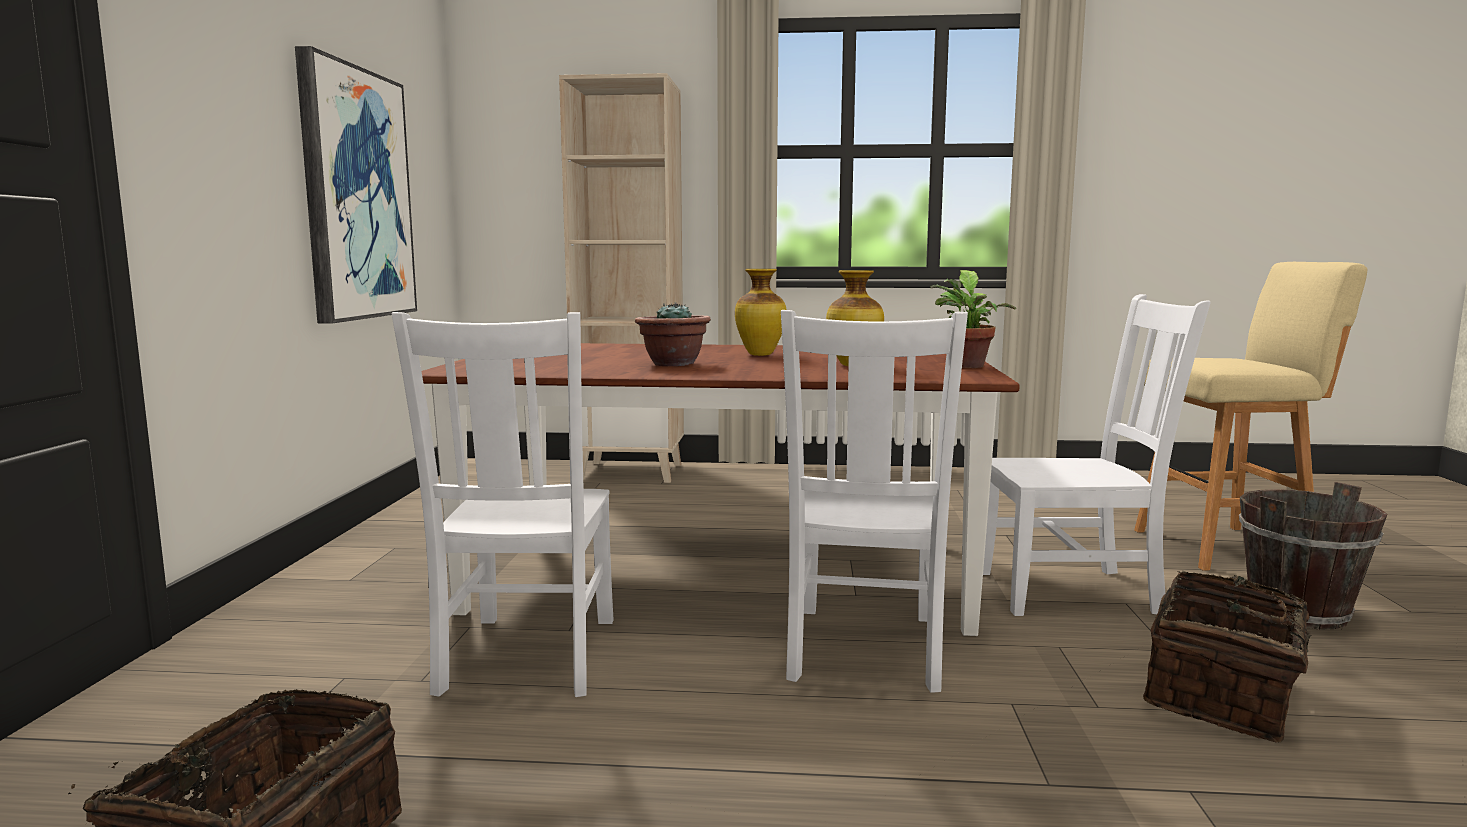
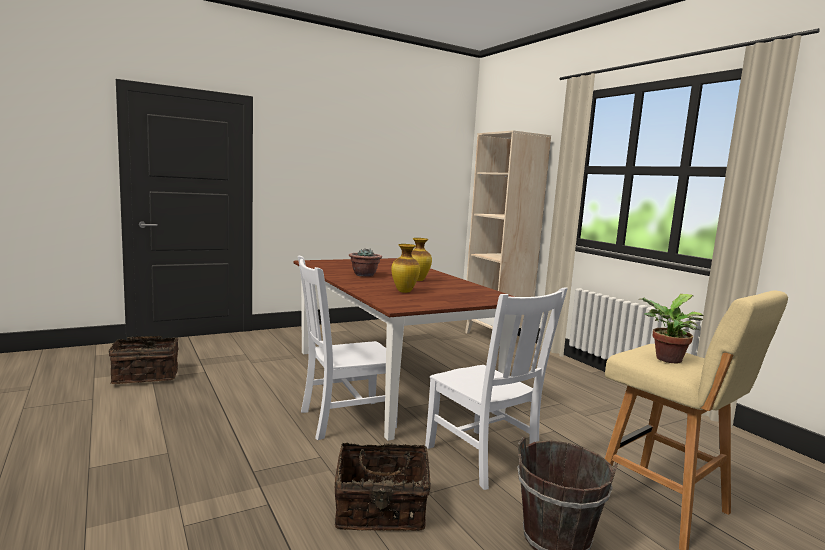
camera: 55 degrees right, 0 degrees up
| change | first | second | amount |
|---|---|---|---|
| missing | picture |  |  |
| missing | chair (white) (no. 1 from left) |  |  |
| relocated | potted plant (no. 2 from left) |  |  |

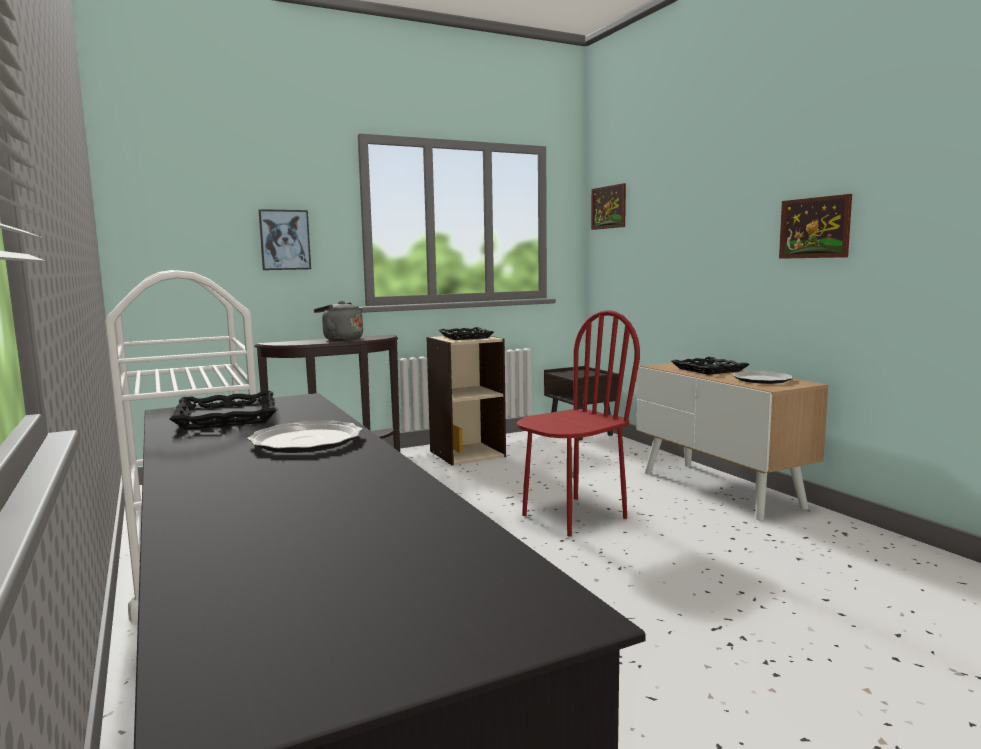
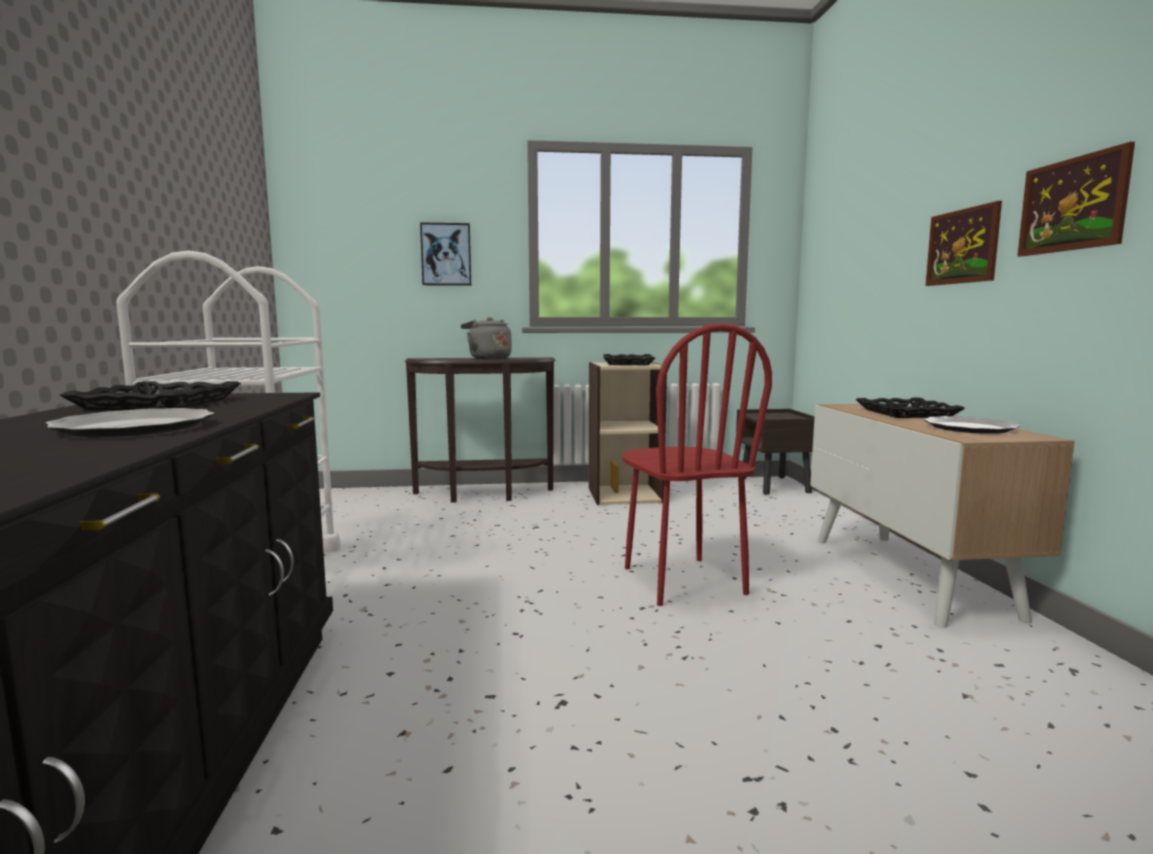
camera: 20 degrees right, 0 degrees up
| change | first | second | amount |
|---|---|---|---|
| relocated | picture (no. 2 from left) |  |  |
| spun | chair (red) |  | 90 degrees clockwise |

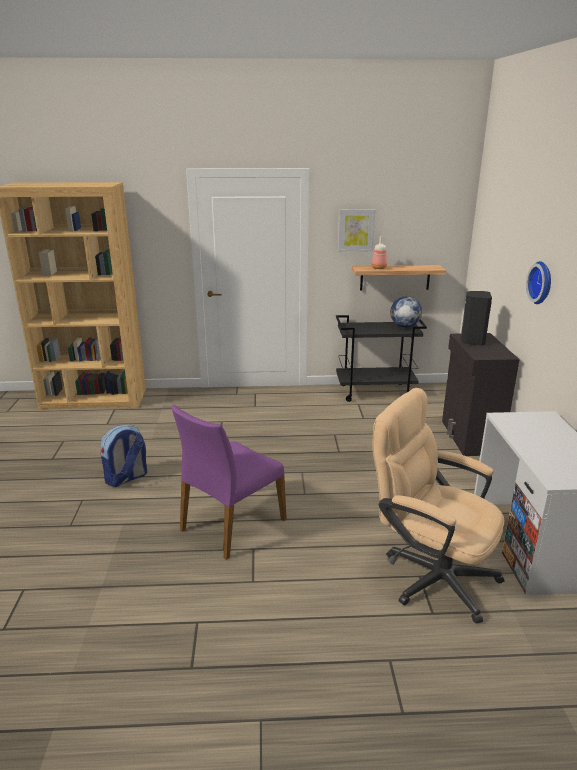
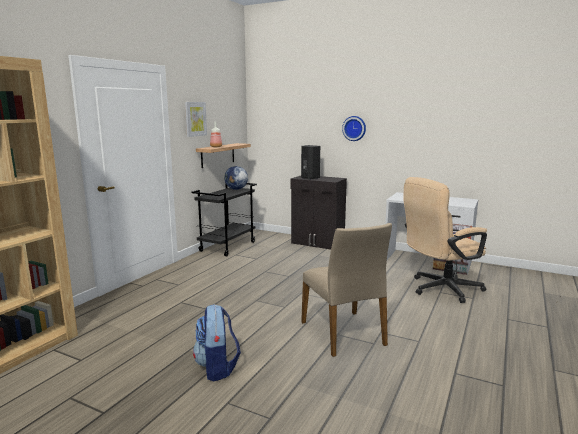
camera: 60 degrees left, 10 degrees down
| change | first | second | amount |
|---|---|---|---|
| colour | chair (purple) | chair (beige) |  |

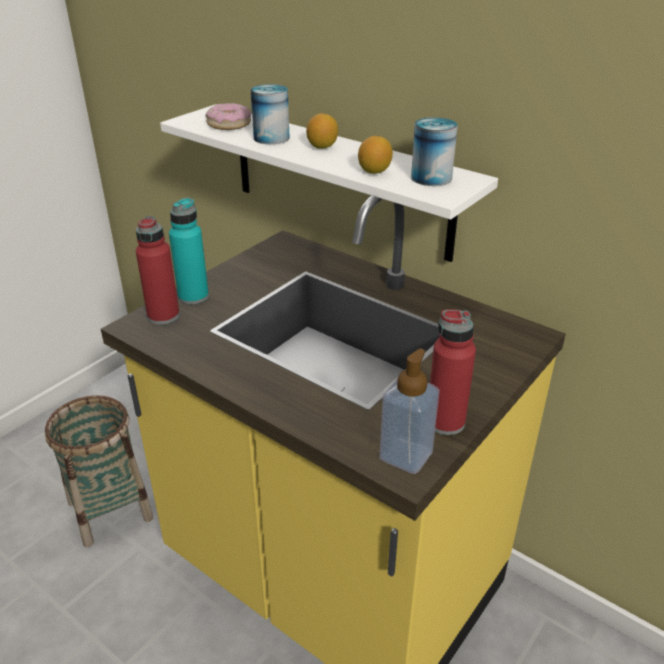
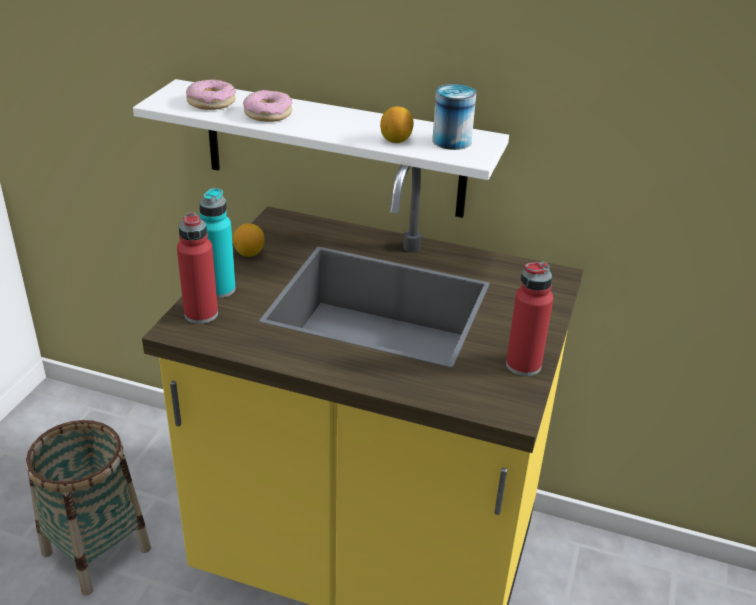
camera: 20 degrees left, 0 degrees up
| change | first | second | amount |
|---|---|---|---|
| missing | soap dispenser |  |  |
| relocated | lemon (no. 1 from left) |  |  |
| exchanged | can (no. 1 from left) | donut (no. 2 from left) |  |

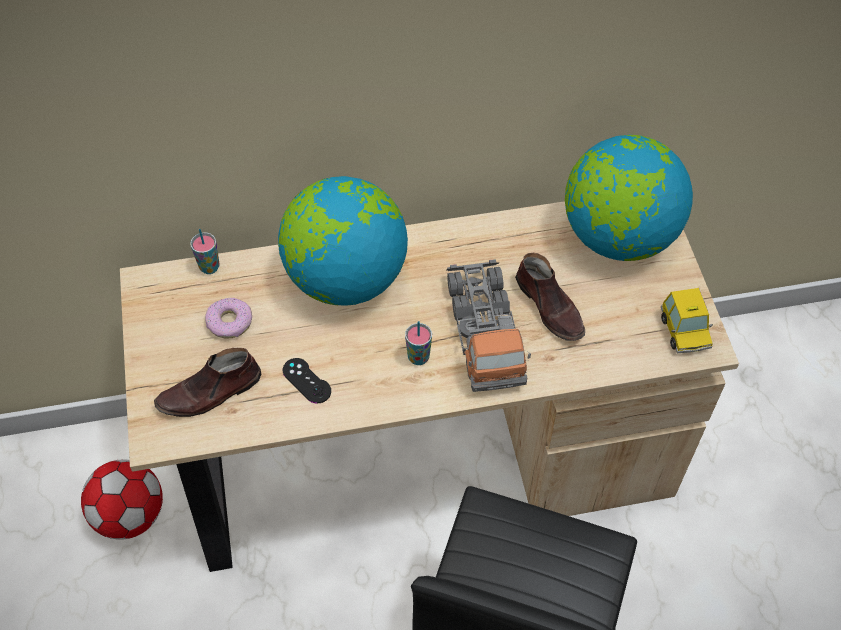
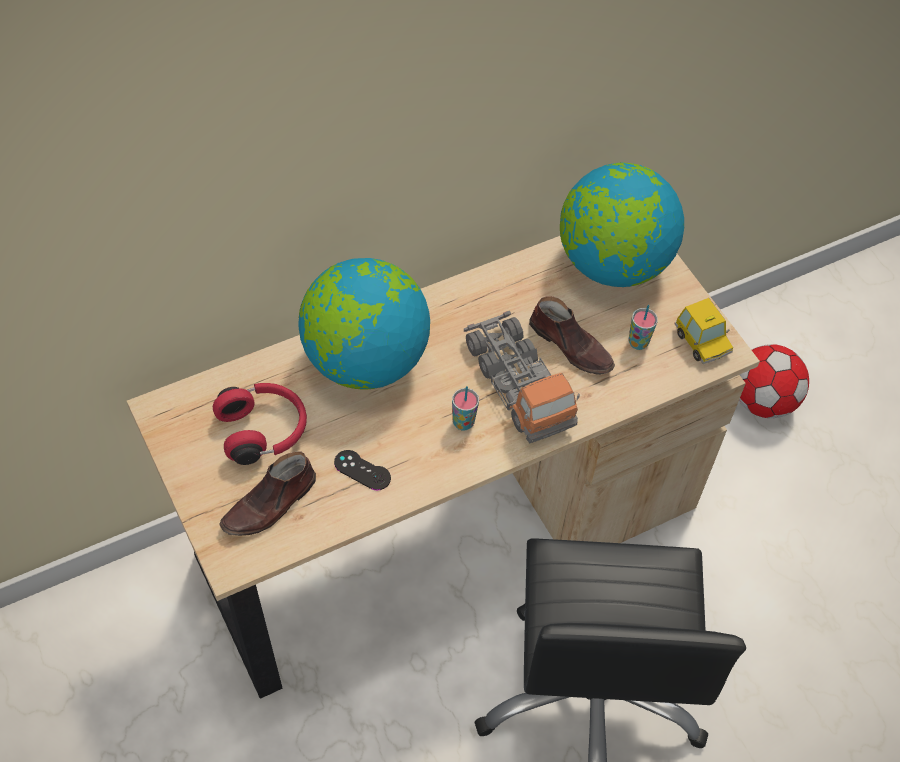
camera: 20 degrees left, 0 degrees up
| change | first | second | amount |
|---|---|---|---|
| relocated | football |  |  |
| relocated | cup (no. 1 from left in the first image) | cup (no. 2 from left) |  |
| exchanged | donut | headphones (red) |  |

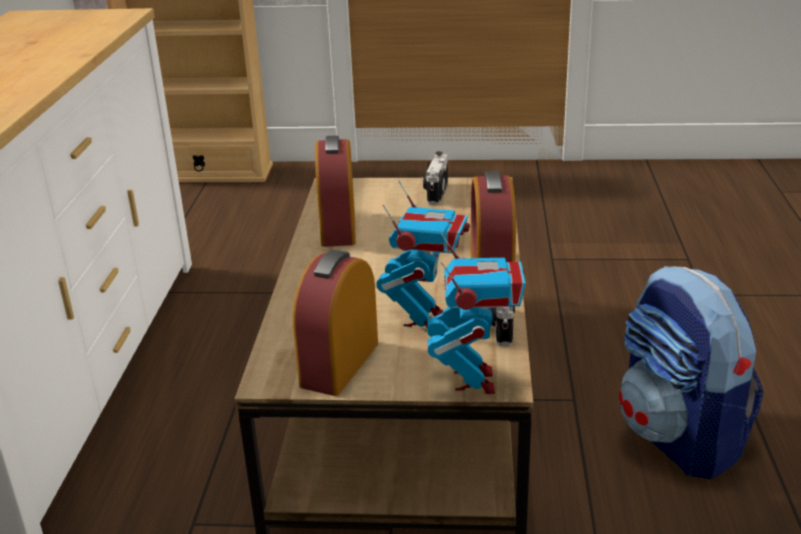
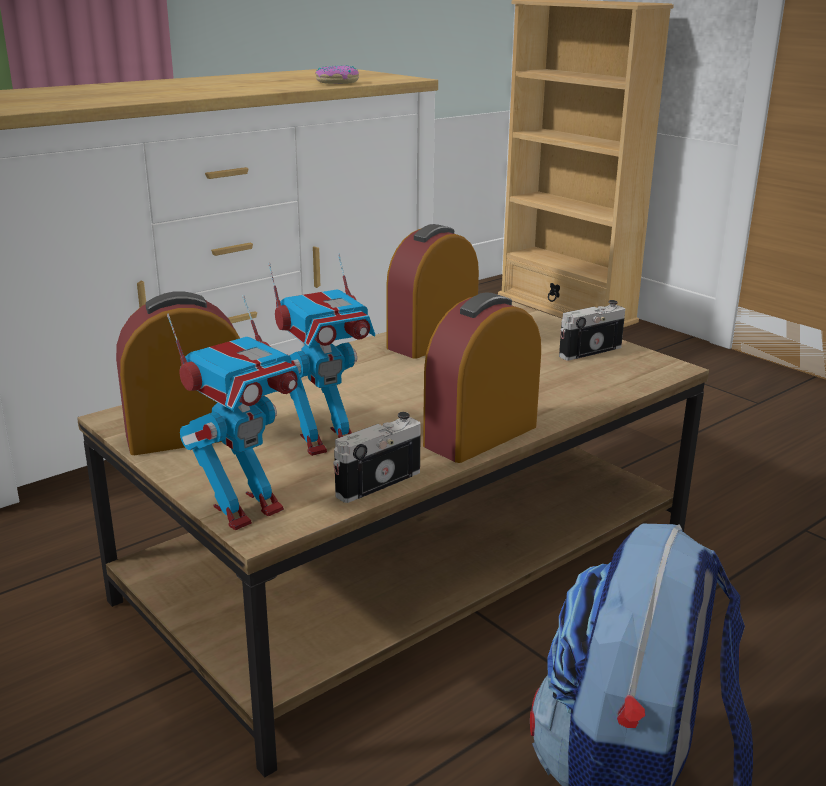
camera: 45 degrees right, 5 degrees down
| change | first | second | amount |
|---|---|---|---|
| appeared |  | donut |  |

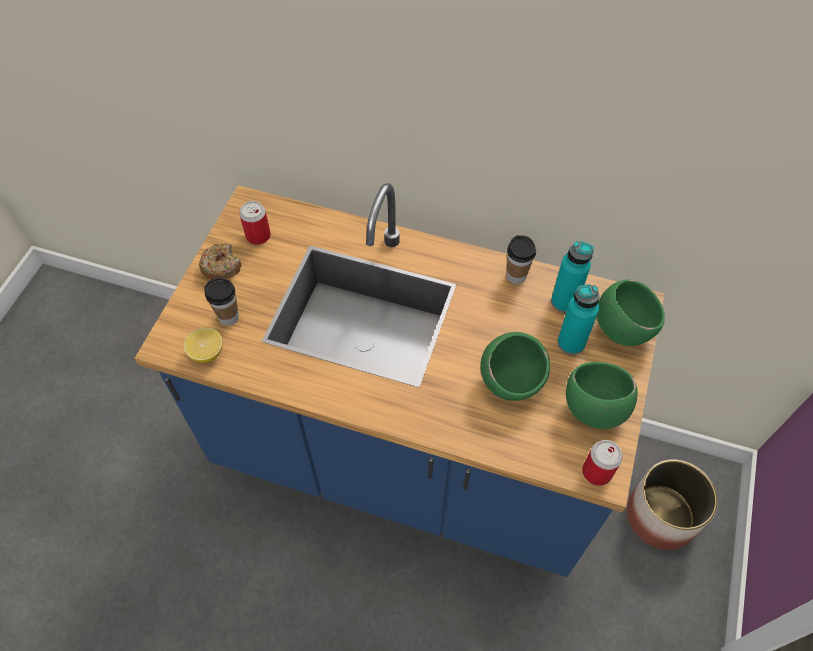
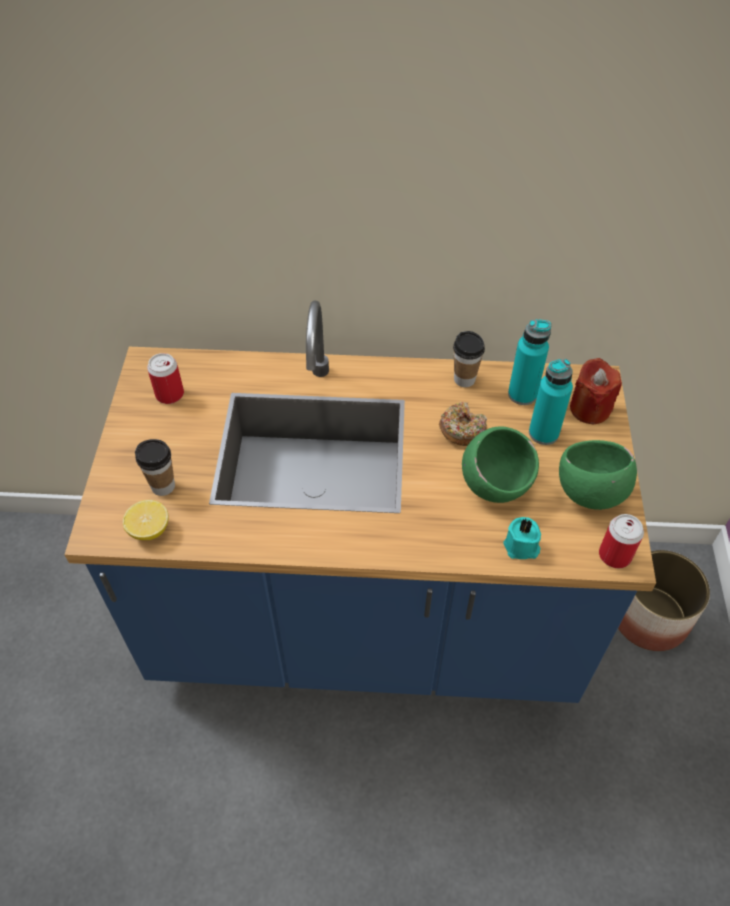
camera: 15 degrees left, 5 degrees down
| change | first | second | amount |
|---|---|---|---|
| appeared |  | candle (turquoise) |  |
| relocated | donut |  |  |
| exchanged | bowl (green) (no. 3 from left) | candle (red) |  |

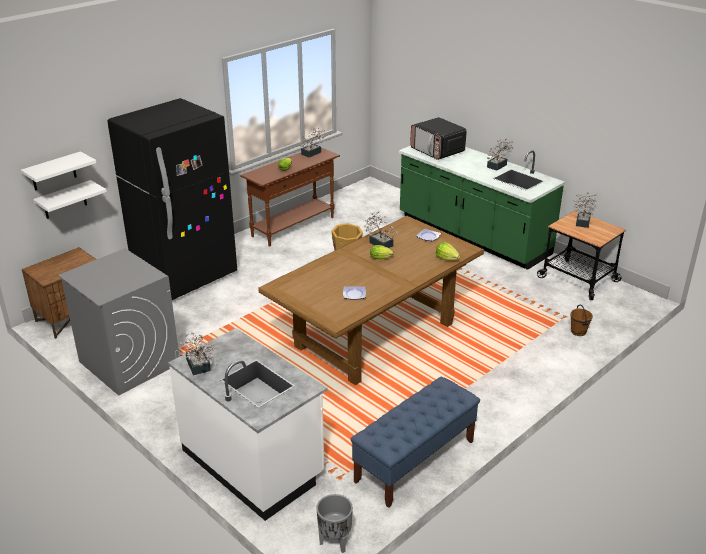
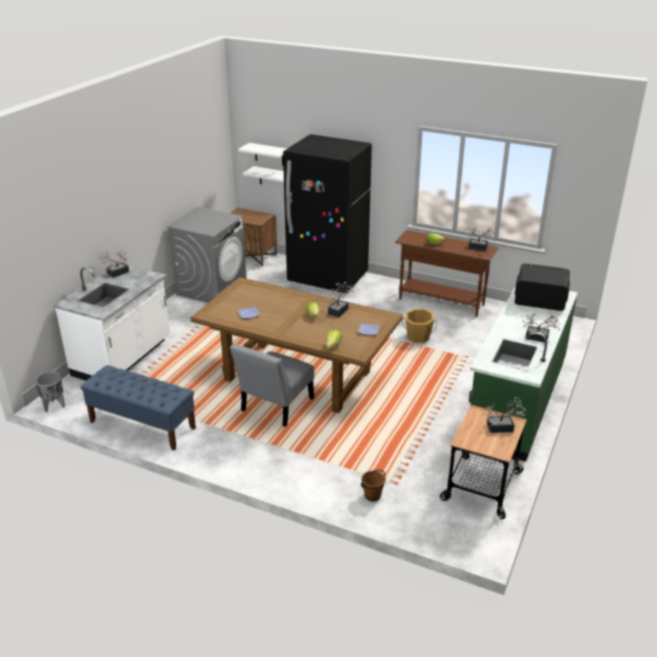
camera: 70 degrees right, 0 degrees up
| change | first | second | amount |
|---|---|---|---|
| appeared |  | chair (grey) |  |
| spun | microwave |  | 75 degrees clockwise |

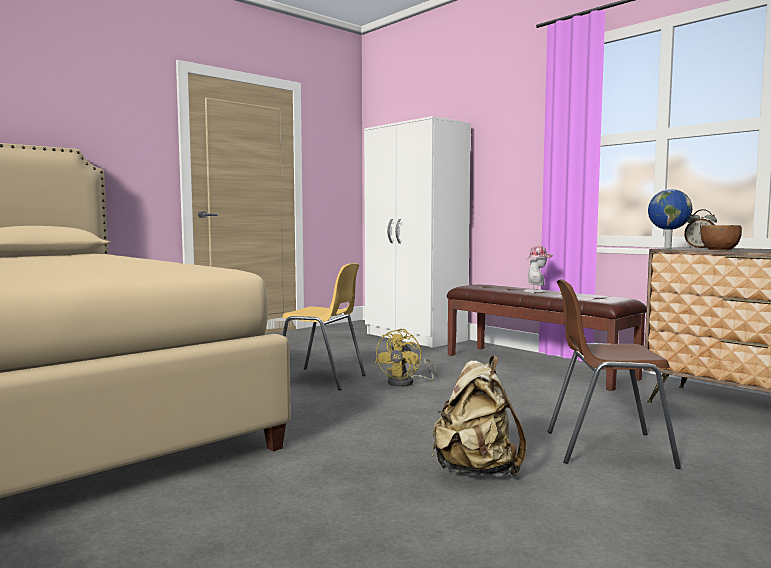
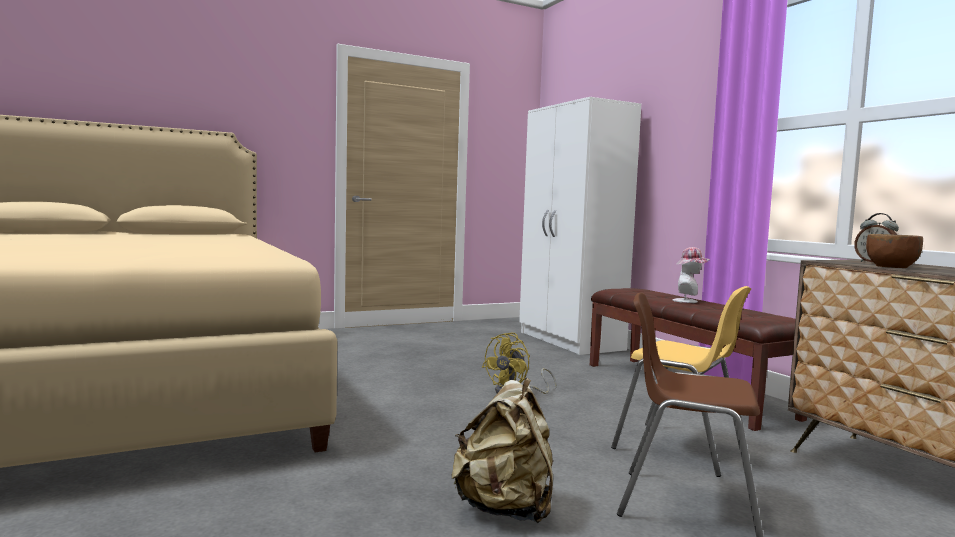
camera: 15 degrees right, 0 degrees up
| change | first | second | amount |
|---|---|---|---|
| missing | globe |  |  |
| relocated | chair (yellow) |  |  |

